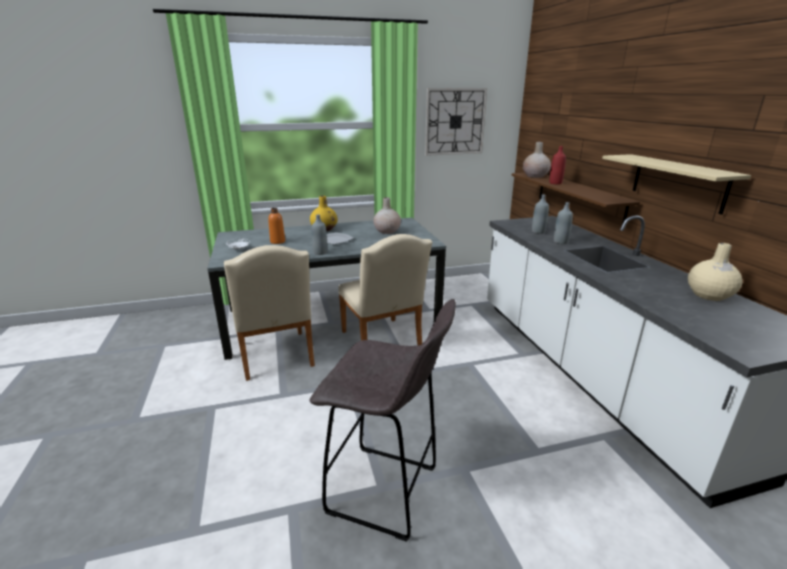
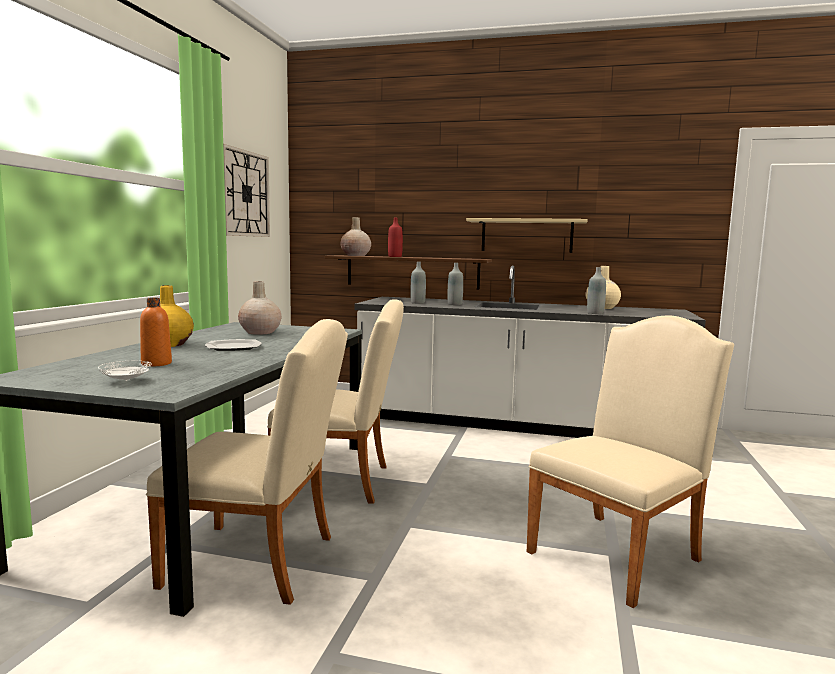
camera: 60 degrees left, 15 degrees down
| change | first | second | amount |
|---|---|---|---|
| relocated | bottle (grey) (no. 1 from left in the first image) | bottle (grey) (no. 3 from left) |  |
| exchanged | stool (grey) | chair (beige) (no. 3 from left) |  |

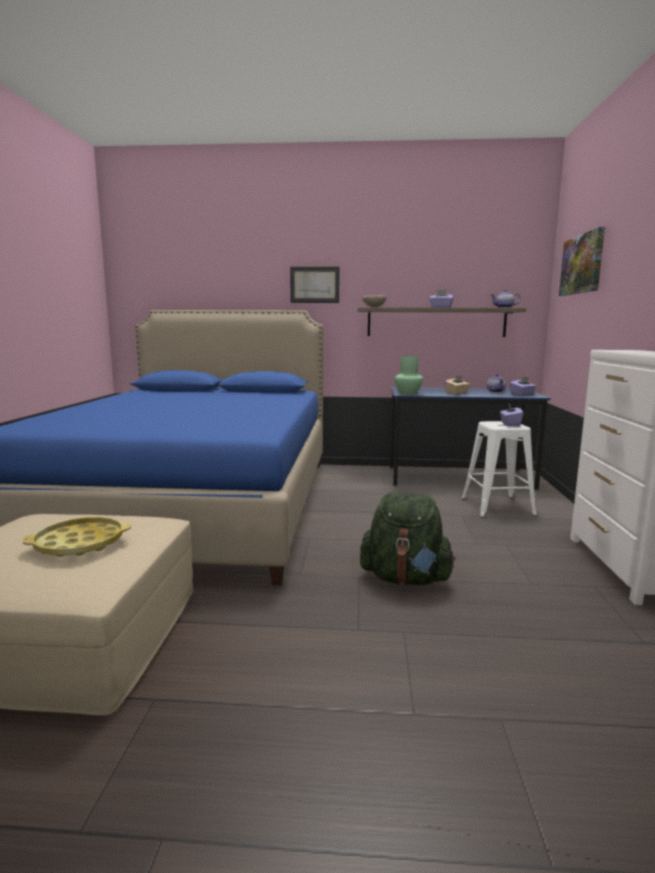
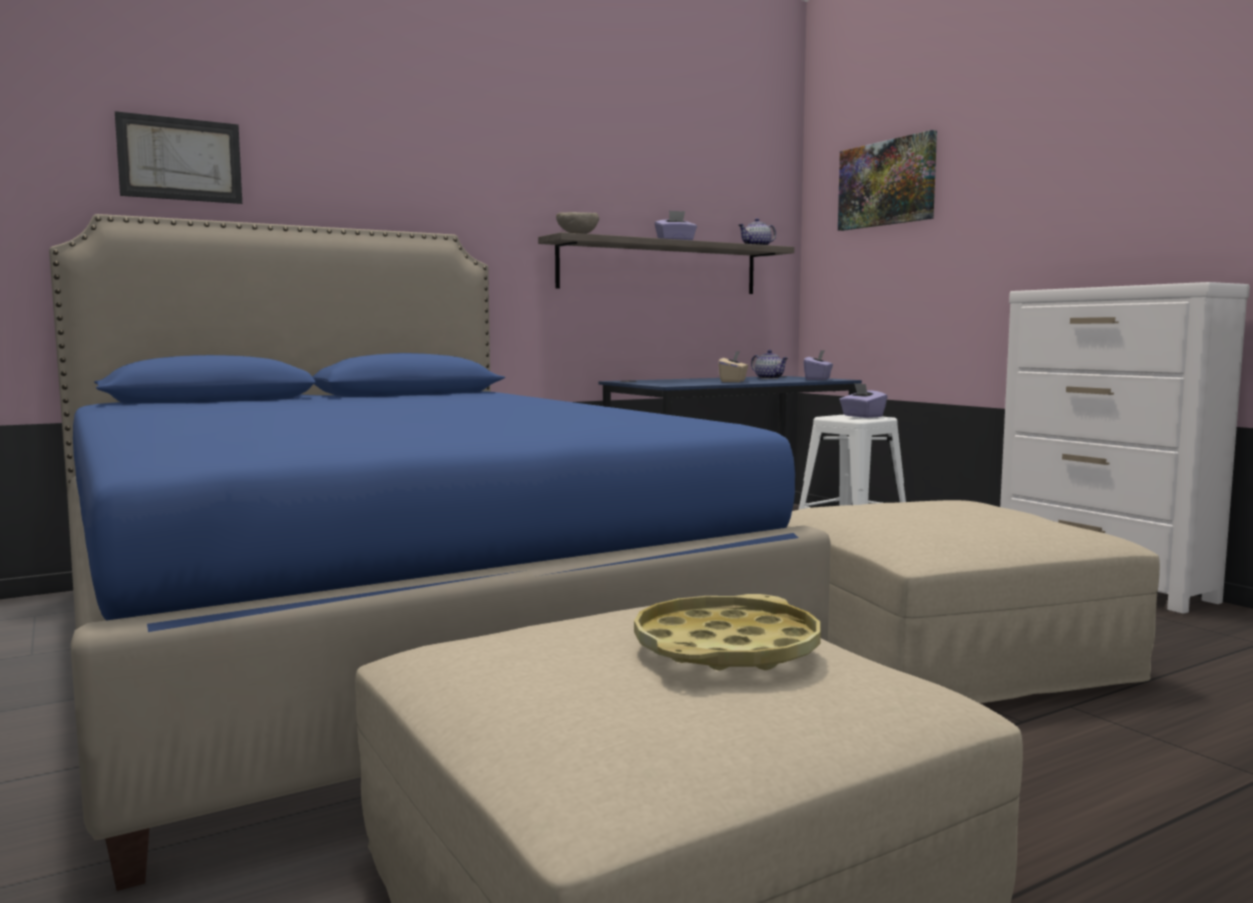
camera: 35 degrees left, 5 degrees down
| change | first | second | amount |
|---|---|---|---|
| missing | vase (green) |  |  |
| relocated | picture (no. 1 from left) |  |  |
| exchanged | backpack (green) | ottoman (beige) (no. 2 from left) |  |

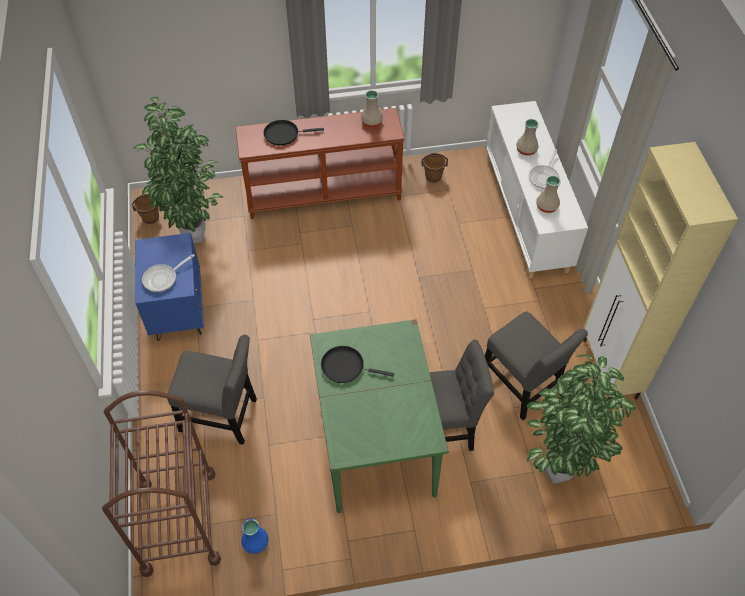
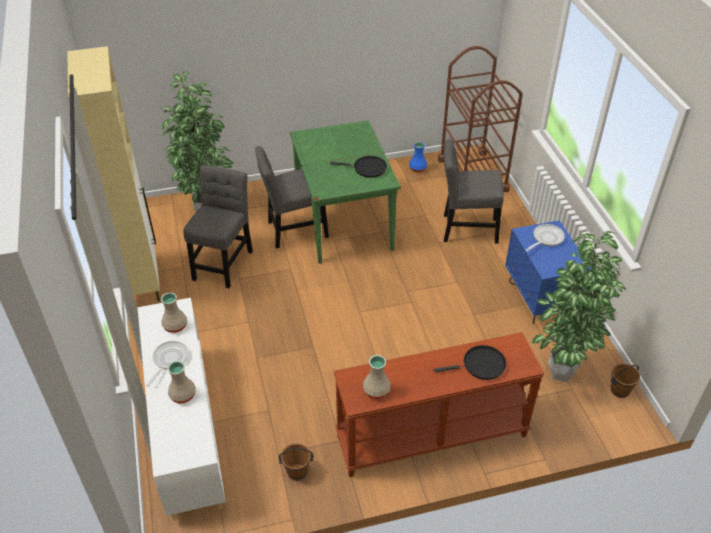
camera: 175 degrees right, 10 degrees down
| change | first | second | amount |
|---|---|---|---|
| spun | chair (grey) (no. 3 from left in the first image) | chair (grey) (no. 1 from left) | 60 degrees clockwise |

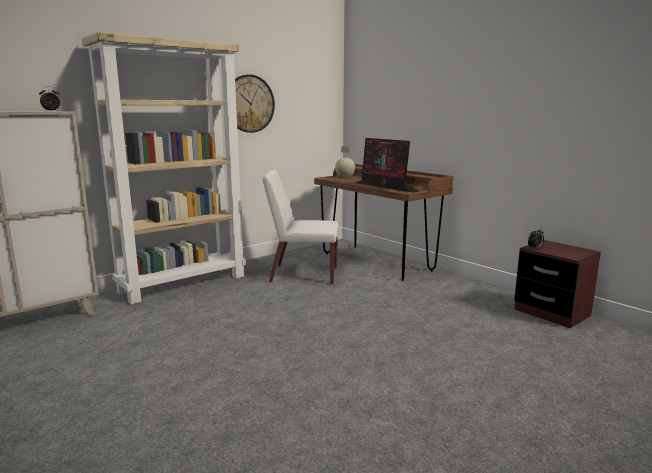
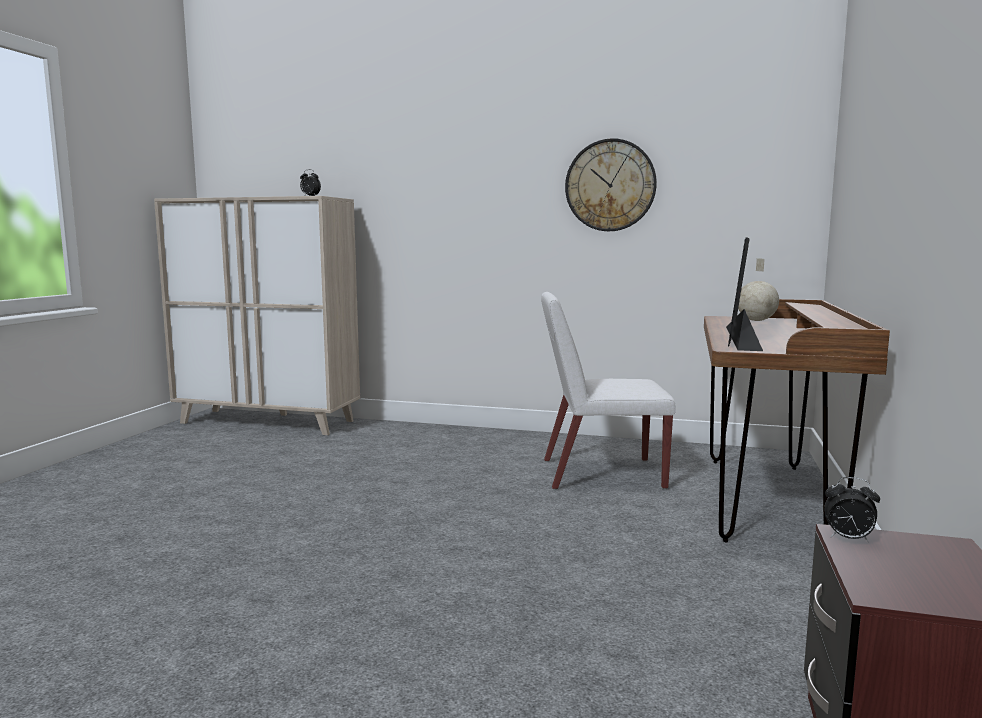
camera: 55 degrees right, 5 degrees down
| change | first | second | amount |
|---|---|---|---|
| missing | bookcase (beige) |  |  |
| spun | chair (white) |  | 60 degrees counterclockwise |

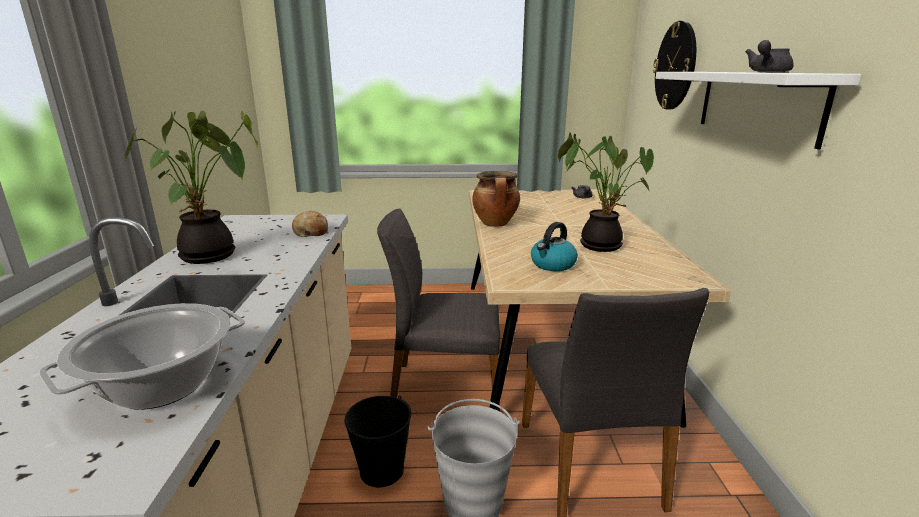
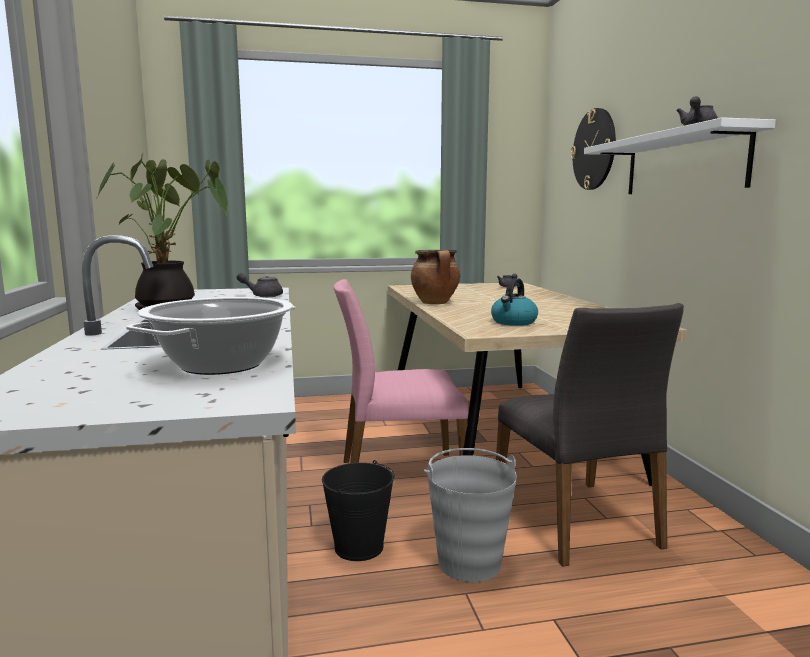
camera: 10 degrees left, 10 degrees down
| change | first | second | amount |
|---|---|---|---|
| missing | potted plant (no. 2 from left) |  |  |
| exchanged | bread | teapot (grey) (no. 1 from left) |  |
| colour | chair (grey) (no. 1 from left) | chair (pink) |  |

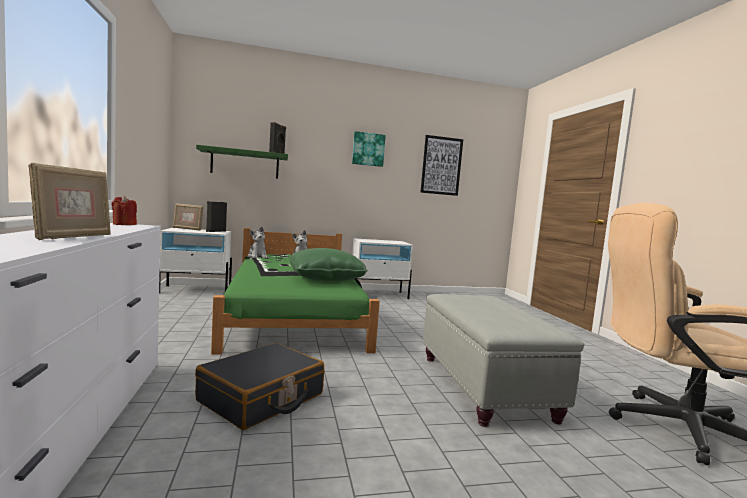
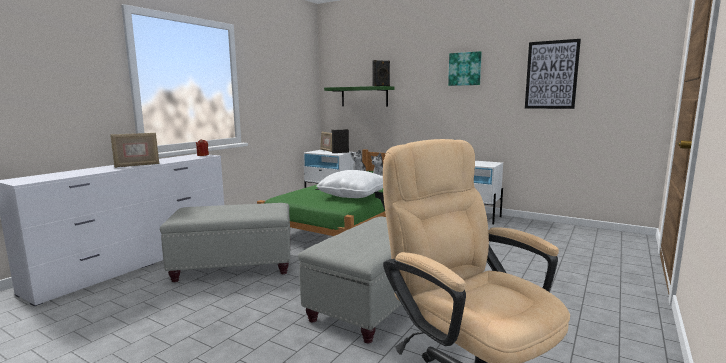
camera: 45 degrees right, 5 degrees up
| change | first | second | amount |
|---|---|---|---|
| exchanged | suitcase (black) | ottoman (grey) (no. 1 from left) |  |
| colour | pillow (green) | pillow (white) |  |

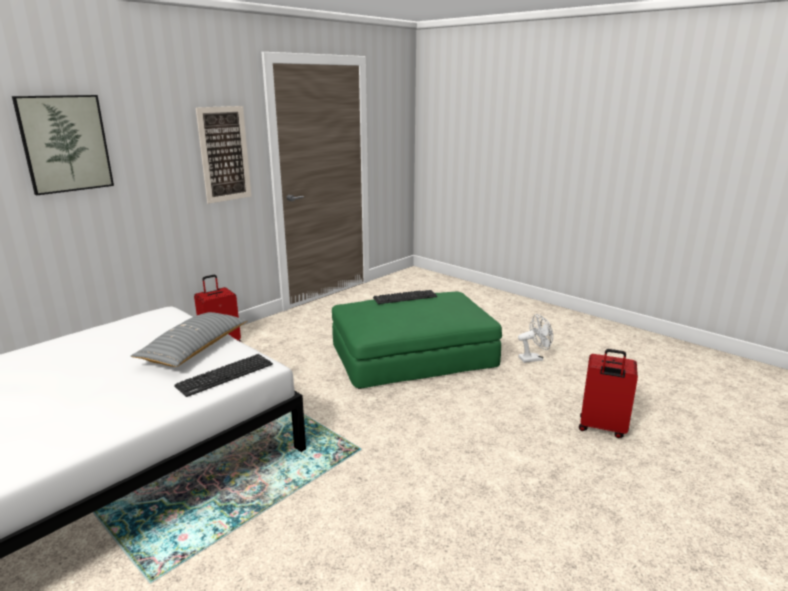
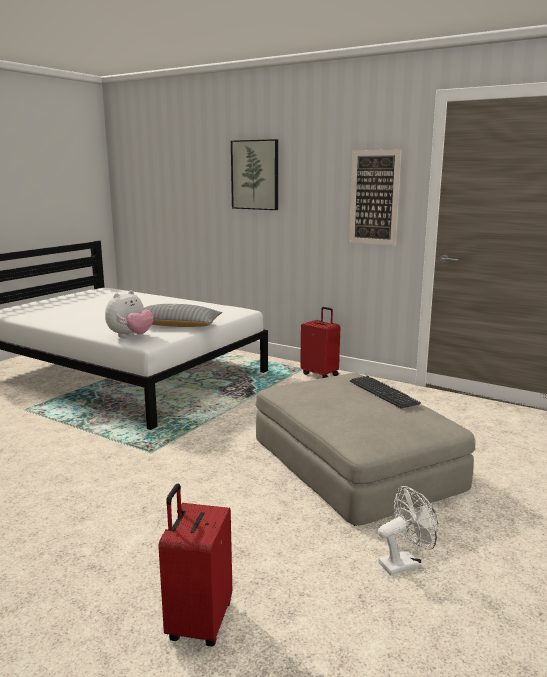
camera: 80 degrees right, 5 degrees down
| change | first | second | amount |
|---|---|---|---|
| exchanged | keyboard (no. 1 from left) | plush toy |  |
| colour | ottoman (green) | ottoman (beige) |  |
| spun | fan (white) |  | 90 degrees counterclockwise |

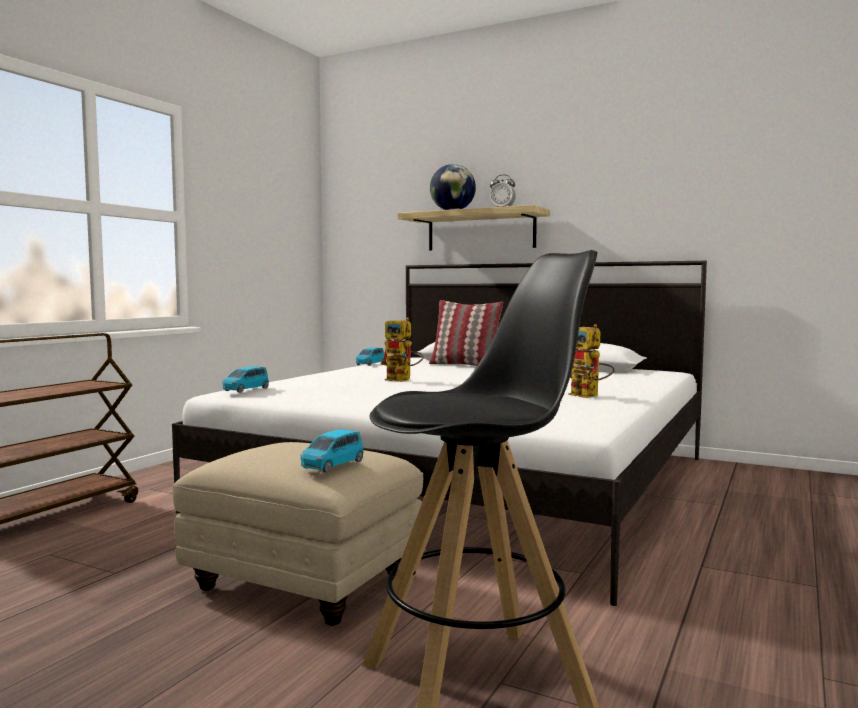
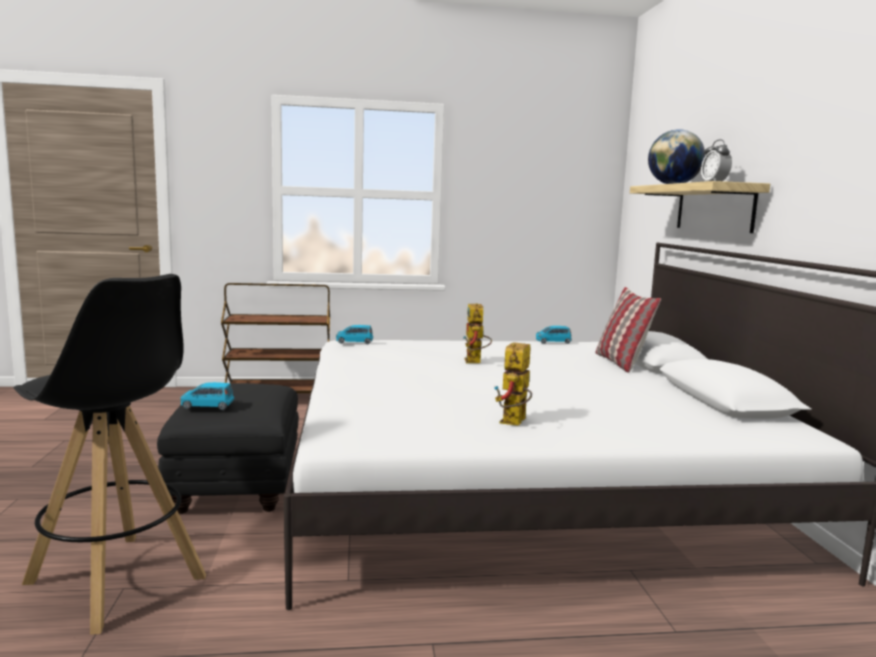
camera: 55 degrees right, 5 degrees up
| change | first | second | amount |
|---|---|---|---|
| colour | ottoman (beige) | ottoman (black) |  |

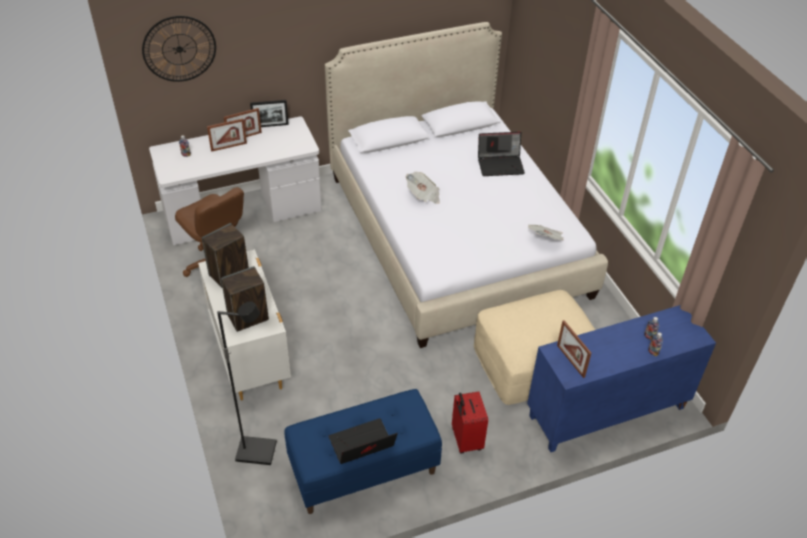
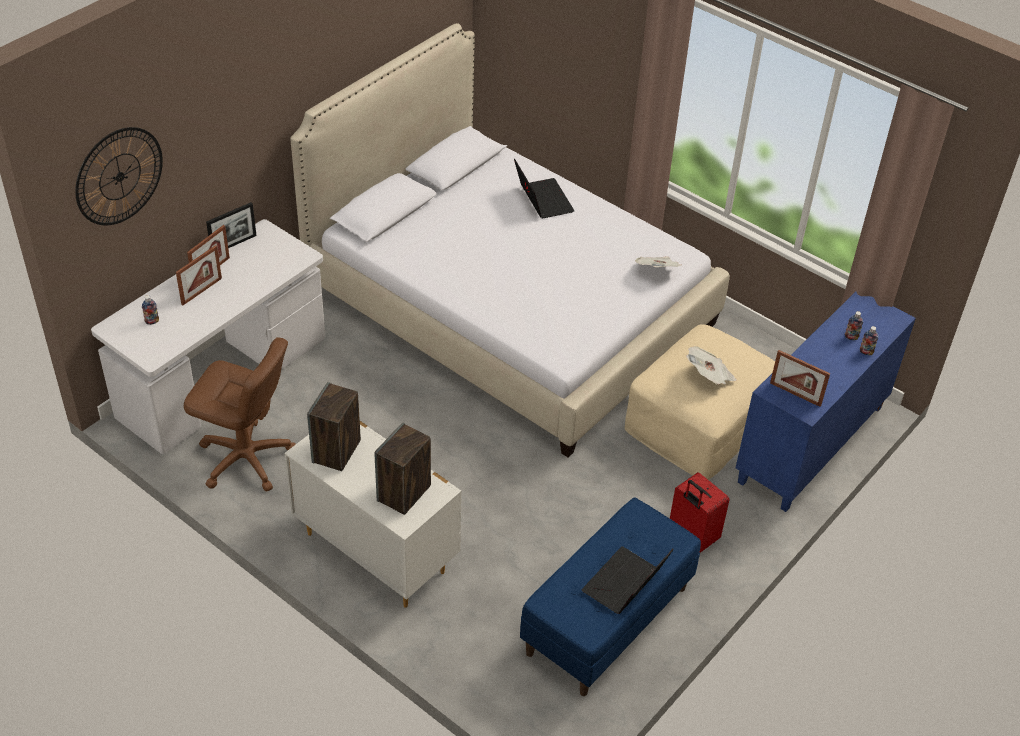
camera: 30 degrees left, 0 degrees up
| change | first | second | amount |
|---|---|---|---|
| missing | floor lamp (black) |  |  |
| relocated | newspaper (no. 1 from left in the first image) | newspaper (no. 2 from left) |  |
| spun | laptop (no. 2 from left in the first image) | laptop (no. 1 from left) | 75 degrees counterclockwise |

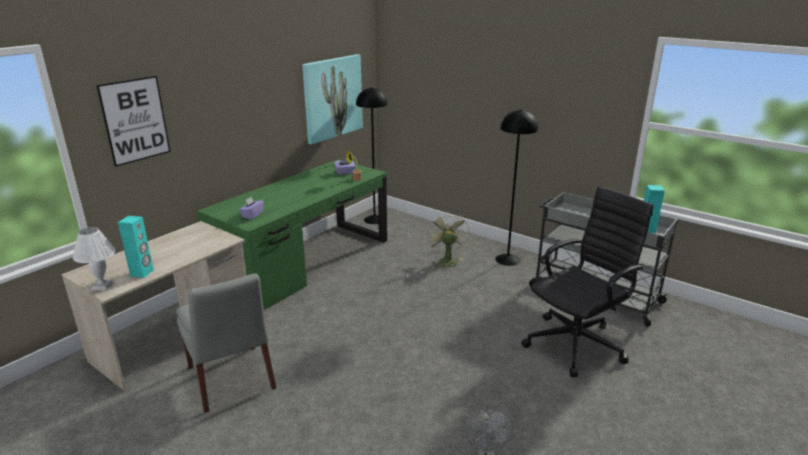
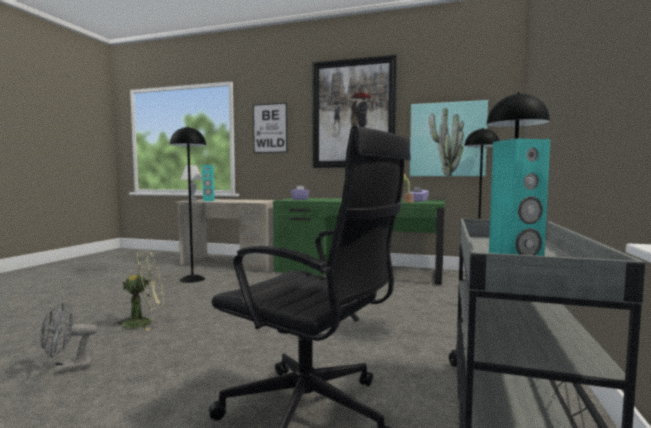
camera: 70 degrees right, 20 degrees down
| change | first | second | amount |
|---|---|---|---|
| appeared |  | picture (no. 2 from left) |  |
| relocated | fan (green) |  |  |
| exchanged | chair (grey) | floor lamp (black) (no. 1 from left) |  |

